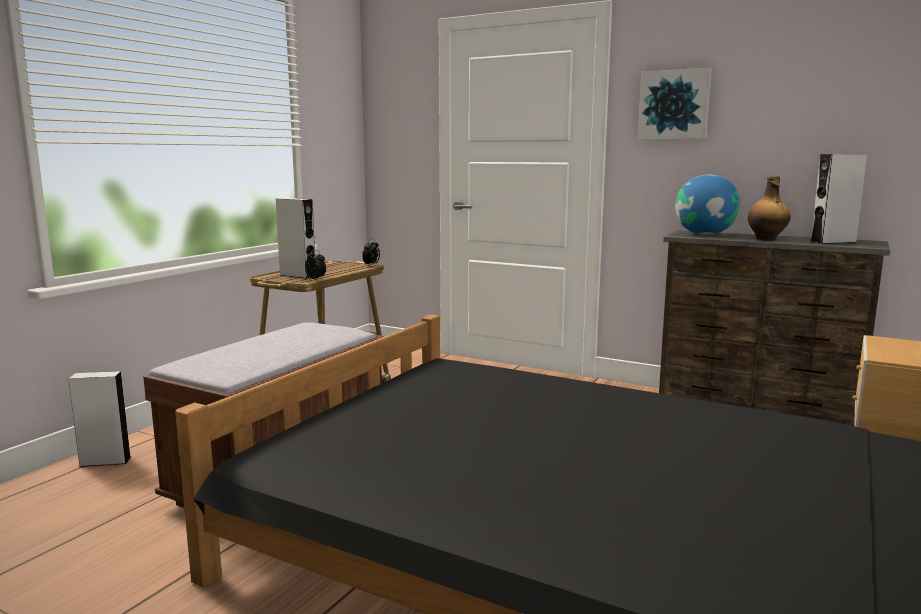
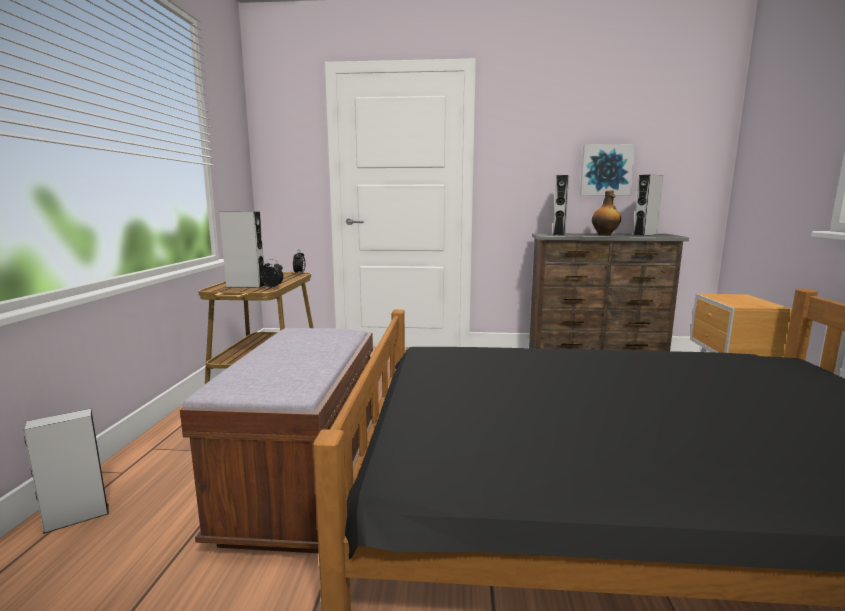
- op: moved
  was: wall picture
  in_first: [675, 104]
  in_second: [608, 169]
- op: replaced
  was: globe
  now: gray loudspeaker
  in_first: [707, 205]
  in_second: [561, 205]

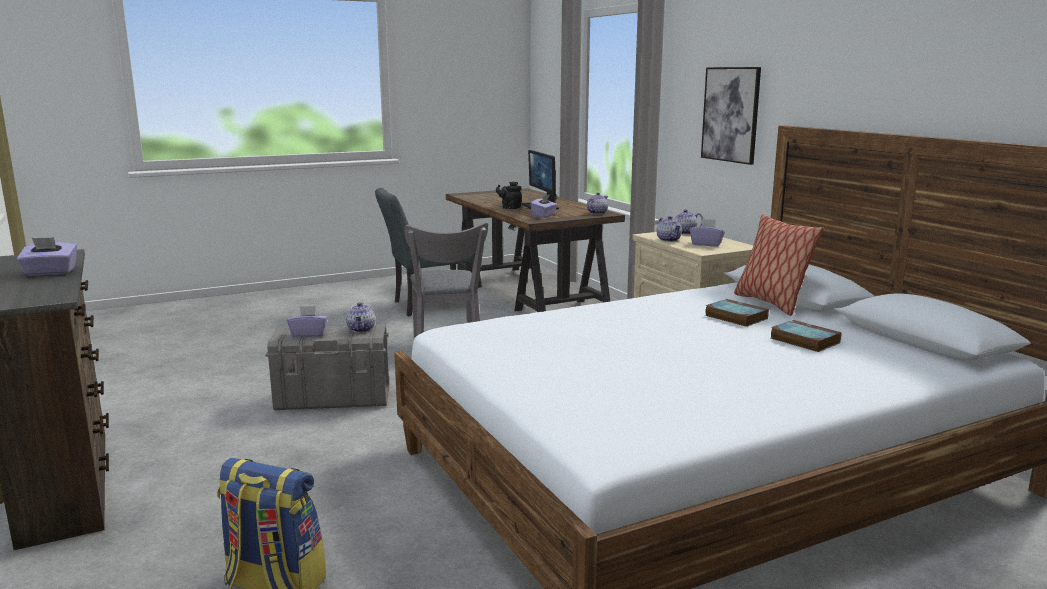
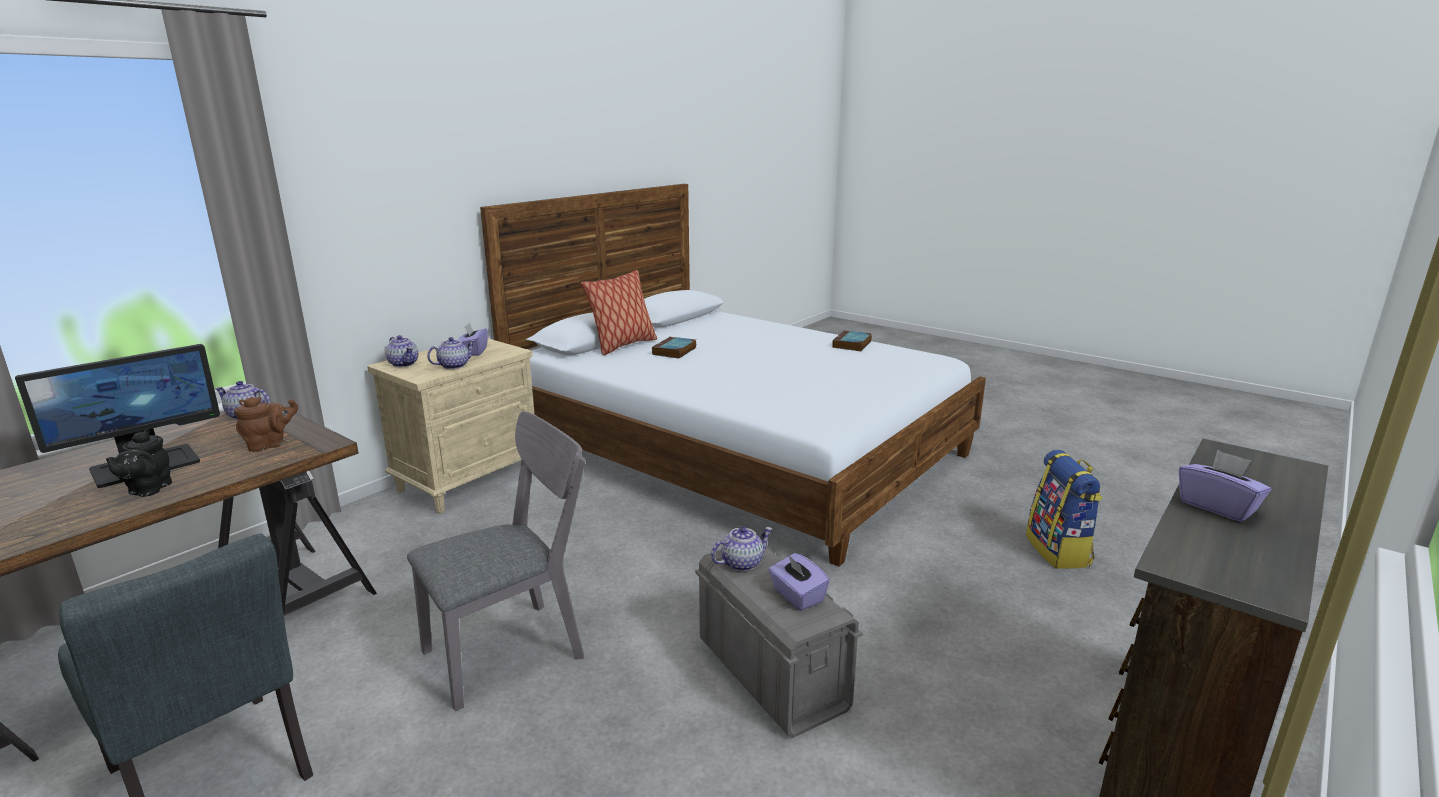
- op: replaced
  was: purple-coloured tissue holder
  now: brown teapot
  in_first: [543, 206]
  in_second: [266, 424]
- op: removed
  was: wall picture
  in_first: [731, 116]
- op: moved
  was: volume
  in_first: [806, 336]
  in_second: [852, 340]

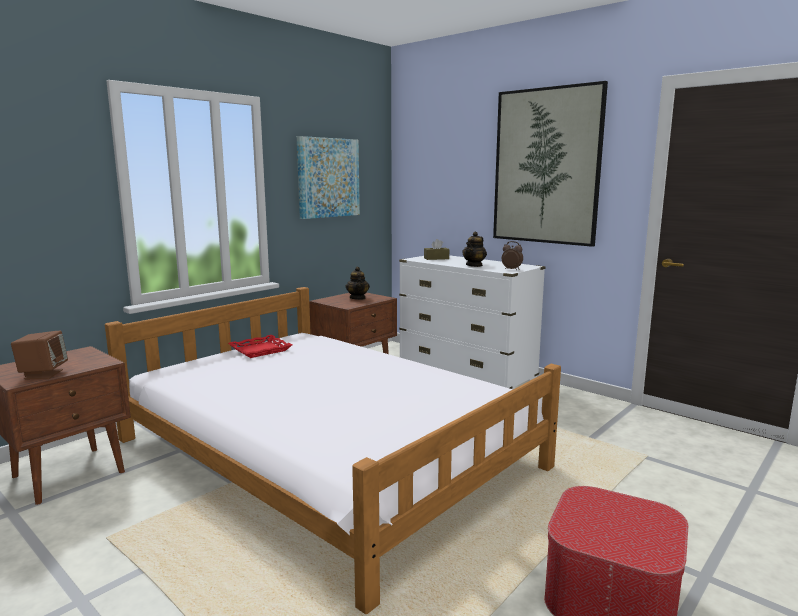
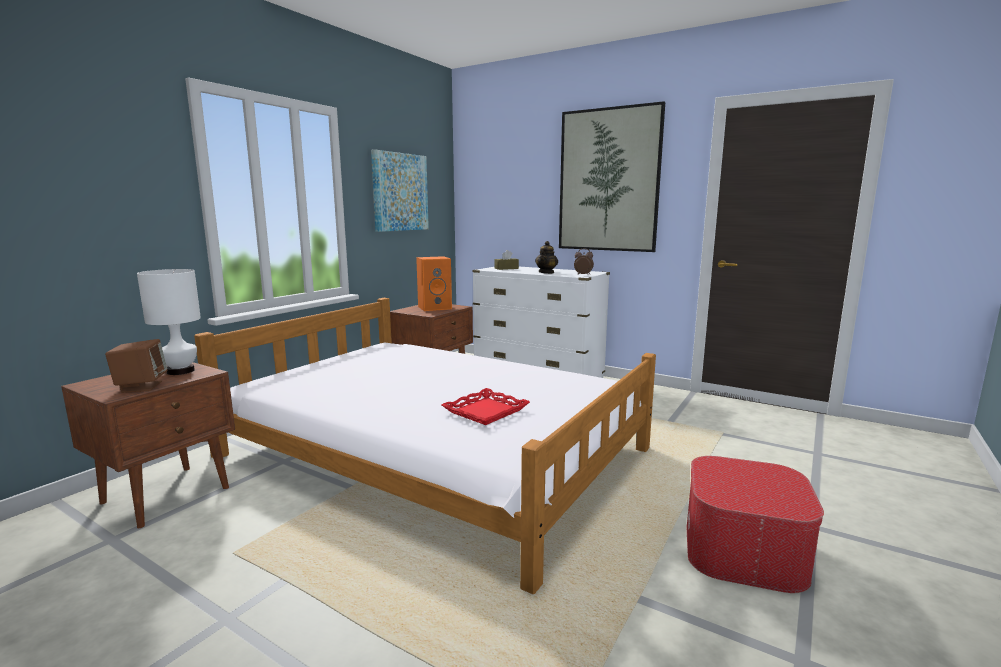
- op: moved
  was: red carrying tray
  in_first: [260, 346]
  in_second: [486, 406]
- op: replaced
  was: teapot
  now: orangey loudspeaker
  in_first: [358, 283]
  in_second: [434, 283]
- op: added
  now: white-coloured table lamp
  in_second: [169, 322]

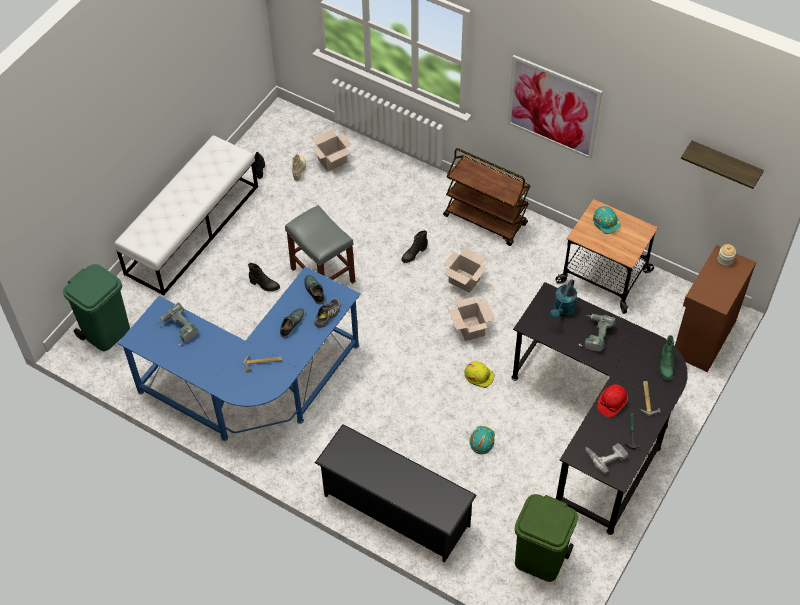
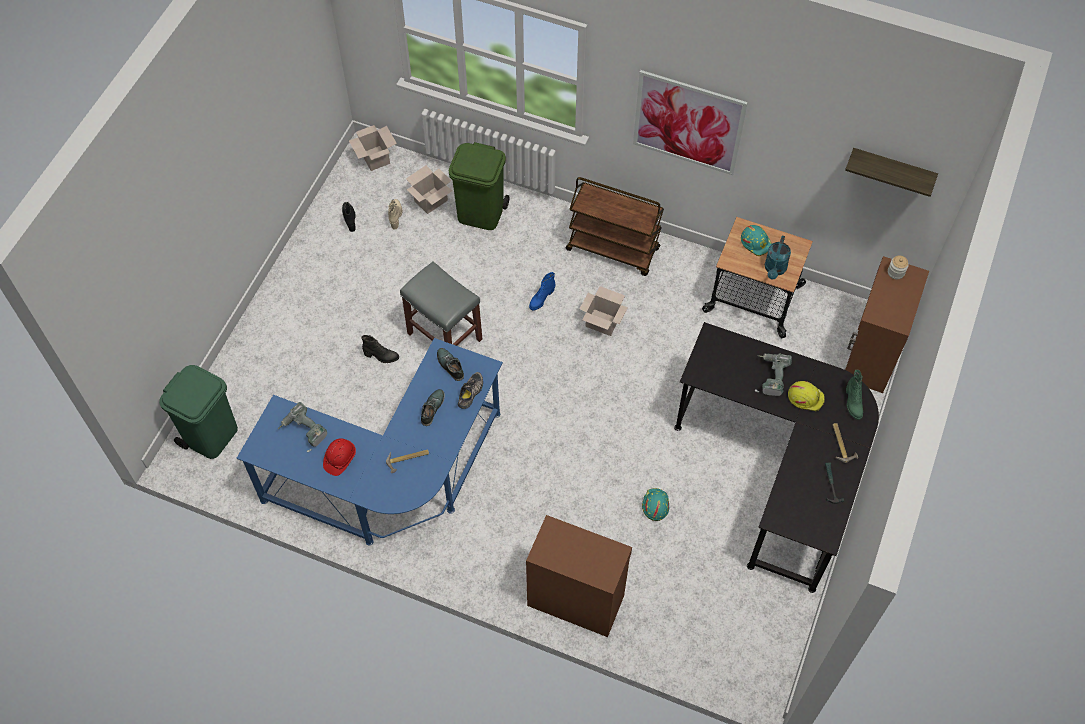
- op: removed
  was: white-coloured long seat
  in_first: [186, 215]
- op: replaced
  was: black-coloured shoe rack
  now: brown cupboard
  in_first: [396, 493]
  in_second: [579, 576]
- op: recoloured
  was: black-coloured tall boot
  now: bluish tall boot
  in_first: [415, 246]
  in_second: [542, 291]
- op: moved
  was: carton
  in_first: [471, 319]
  in_second: [373, 148]
- op: moved
  was: yellowish safety helmet
  in_first: [479, 374]
  in_second: [806, 396]
- op: moved
  was: greenish waste bin
  in_first: [546, 538]
  in_second: [479, 186]
- op: moved
  was: turquoise-coloured watering pot
  in_first: [563, 299]
  in_second: [777, 257]
- op: removed
  was: power drill
  in_first: [606, 459]
- op: moved
  was: red safety helmet
  in_first: [612, 400]
  in_second: [339, 457]

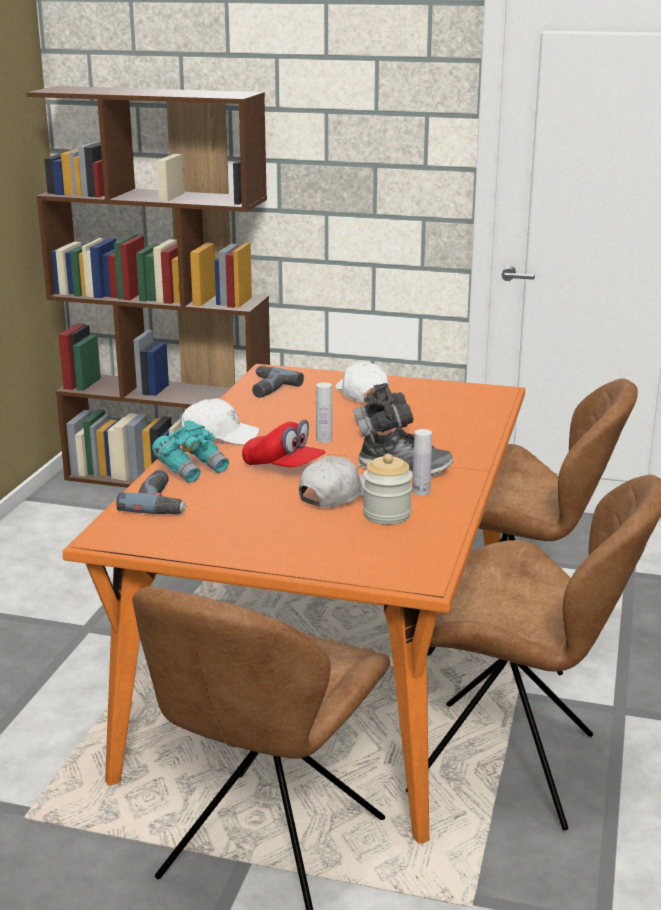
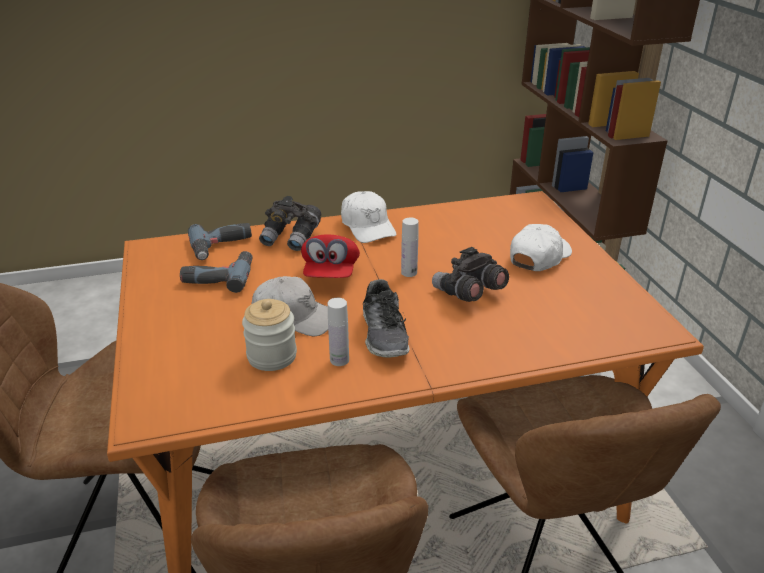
- op: recoloured
  was: turquoise-coloured field glasses
  now: gray field glasses
  in_first: [190, 451]
  in_second: [290, 223]
- op: moved
  was: power drill
  in_first: [278, 382]
  in_second: [216, 272]

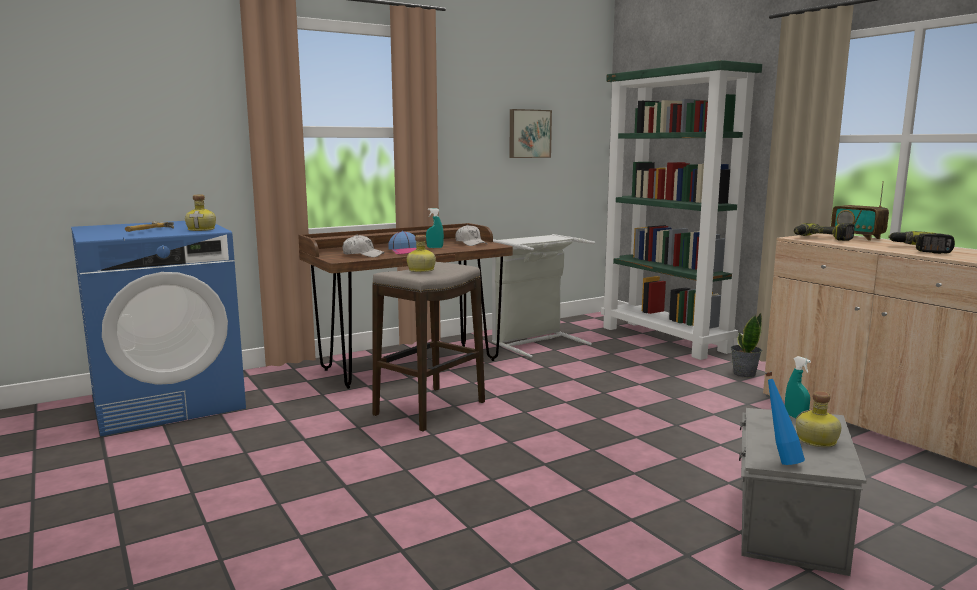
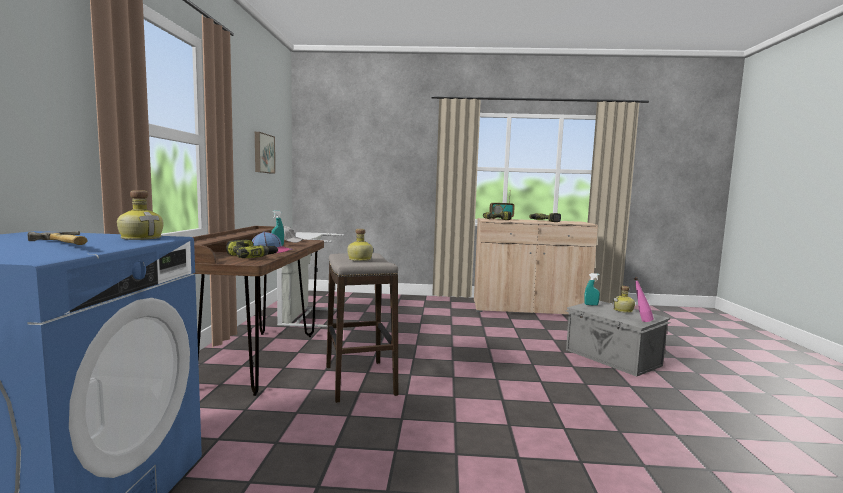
- op: replaced
  was: white-coloured baseball cap
  now: power drill
  in_first: [363, 246]
  in_second: [252, 249]
- op: removed
  was: greenish bookcase
  in_first: [681, 210]
- op: removed
  was: potted plant
  in_first: [746, 345]
- op: recoloured
  was: bluish drink bottle
  now: pink drink bottle
  in_first: [785, 418]
  in_second: [644, 299]

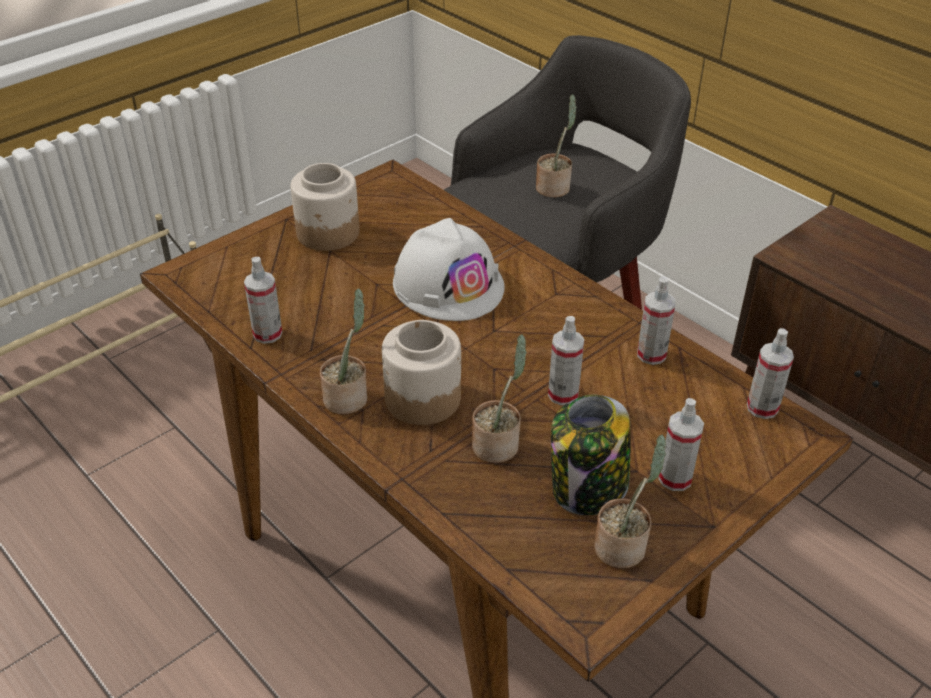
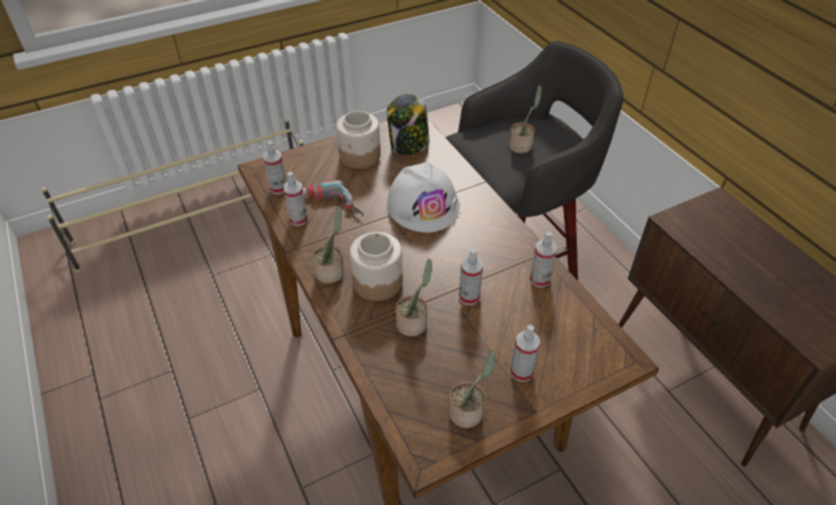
- op: moved
  was: jar
  in_first: [591, 455]
  in_second: [408, 124]
- op: moved
  was: sprayer
  in_first: [770, 373]
  in_second: [274, 167]
- op: added
  now: power drill
  in_second: [333, 198]

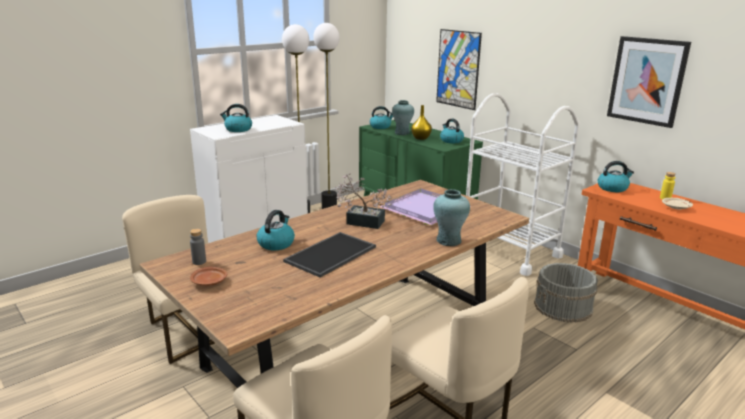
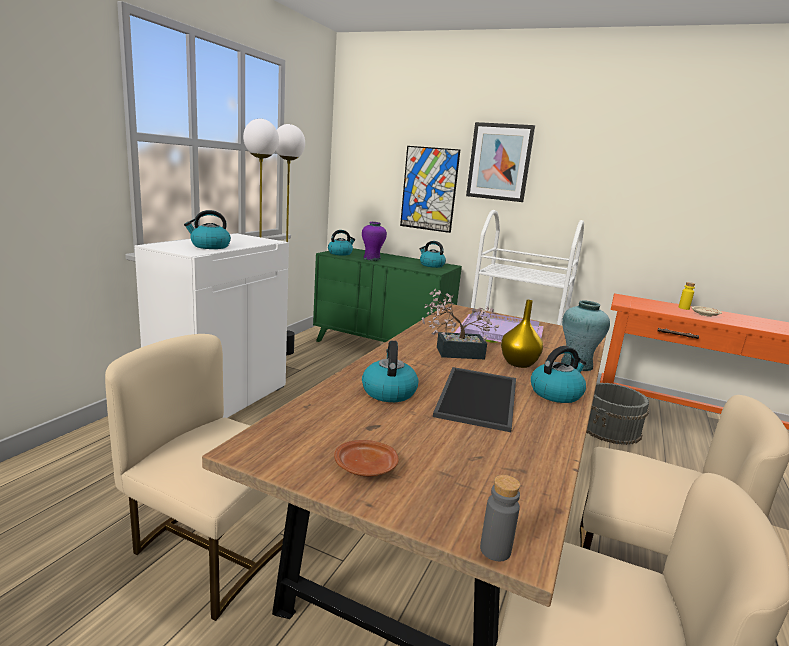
- op: moved
  was: gray drink bottle
  in_first: [198, 247]
  in_second: [500, 518]
- op: recoloured
  was: turquoise-coloured decorative vase
  now: purple-coloured decorative vase
  in_first: [403, 117]
  in_second: [374, 241]
- op: moved
  was: yellowish decorative vase
  in_first: [421, 122]
  in_second: [522, 334]
- op: moved
  was: water kettle
  in_first: [616, 176]
  in_second: [558, 374]
- op: moved
  was: wall picture
  in_first: [649, 82]
  in_second: [500, 162]

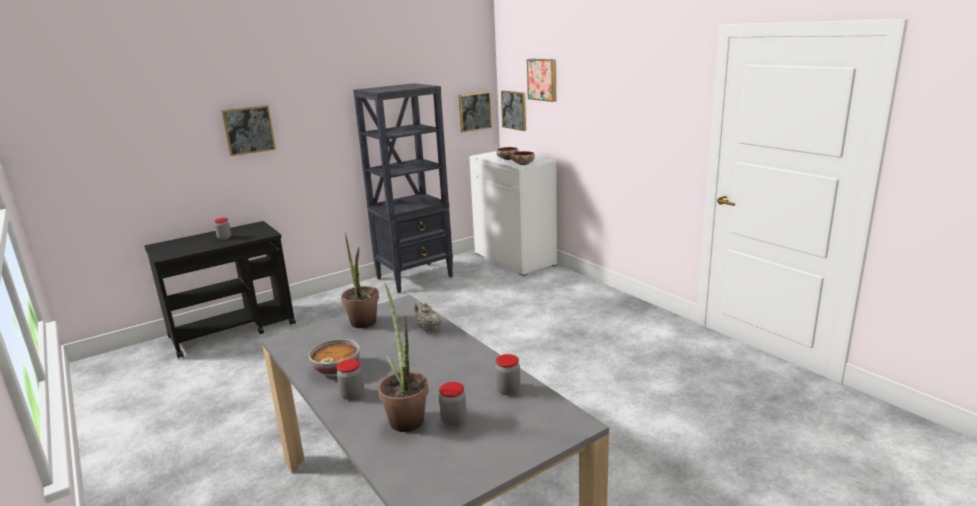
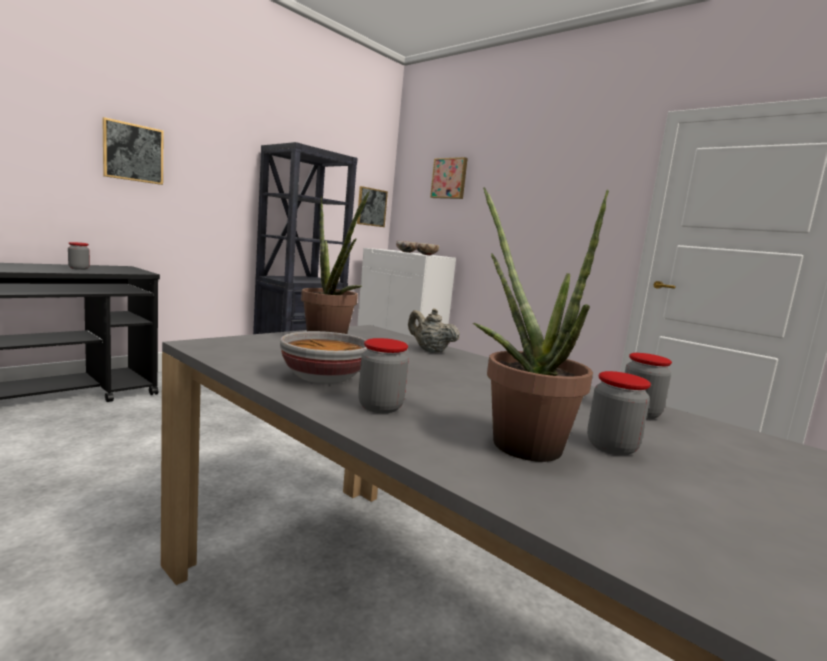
- op: removed
  was: wall picture
  in_first: [513, 111]

